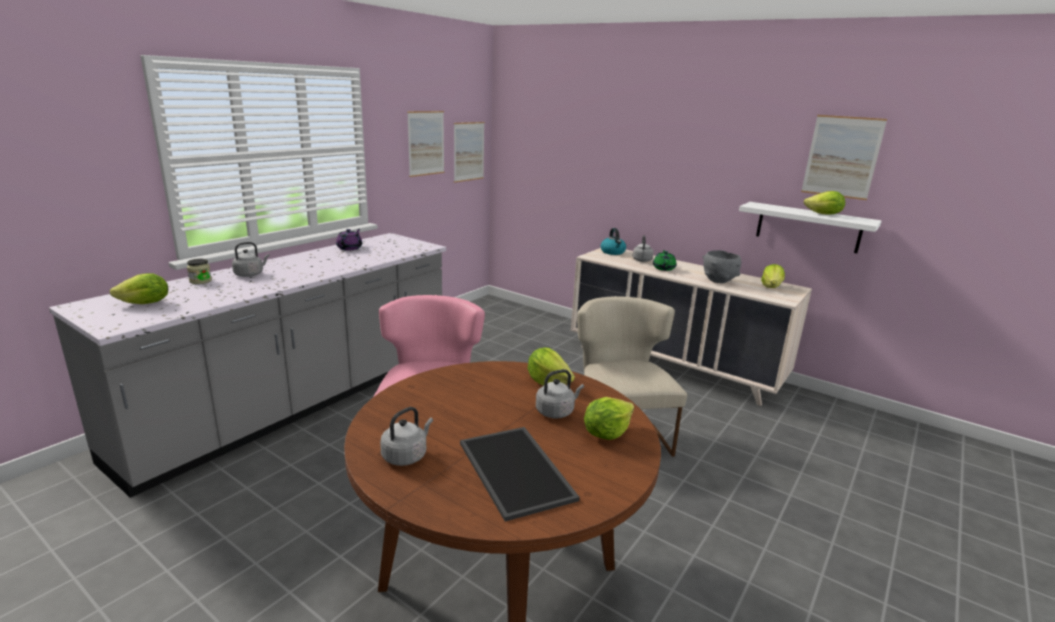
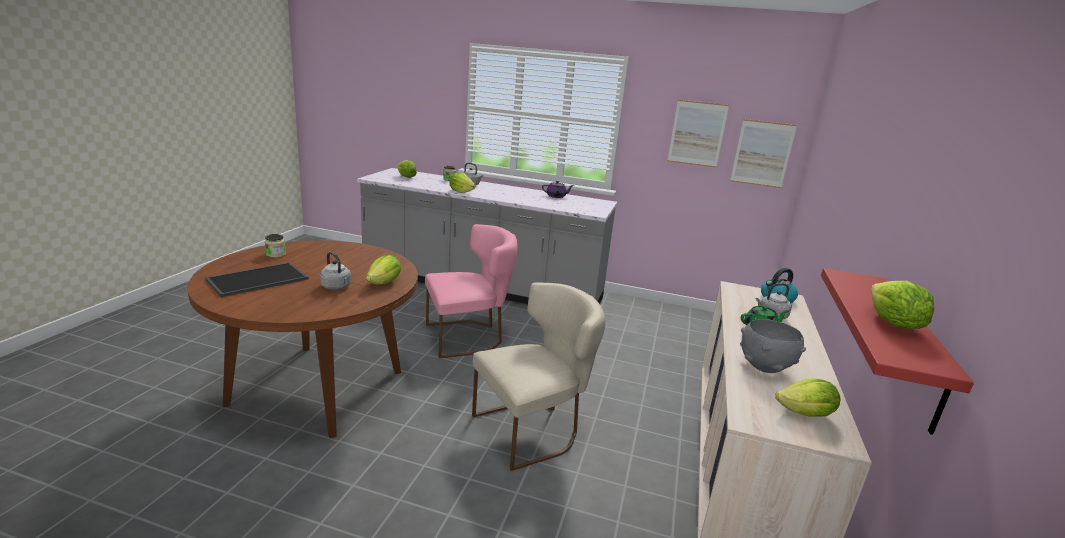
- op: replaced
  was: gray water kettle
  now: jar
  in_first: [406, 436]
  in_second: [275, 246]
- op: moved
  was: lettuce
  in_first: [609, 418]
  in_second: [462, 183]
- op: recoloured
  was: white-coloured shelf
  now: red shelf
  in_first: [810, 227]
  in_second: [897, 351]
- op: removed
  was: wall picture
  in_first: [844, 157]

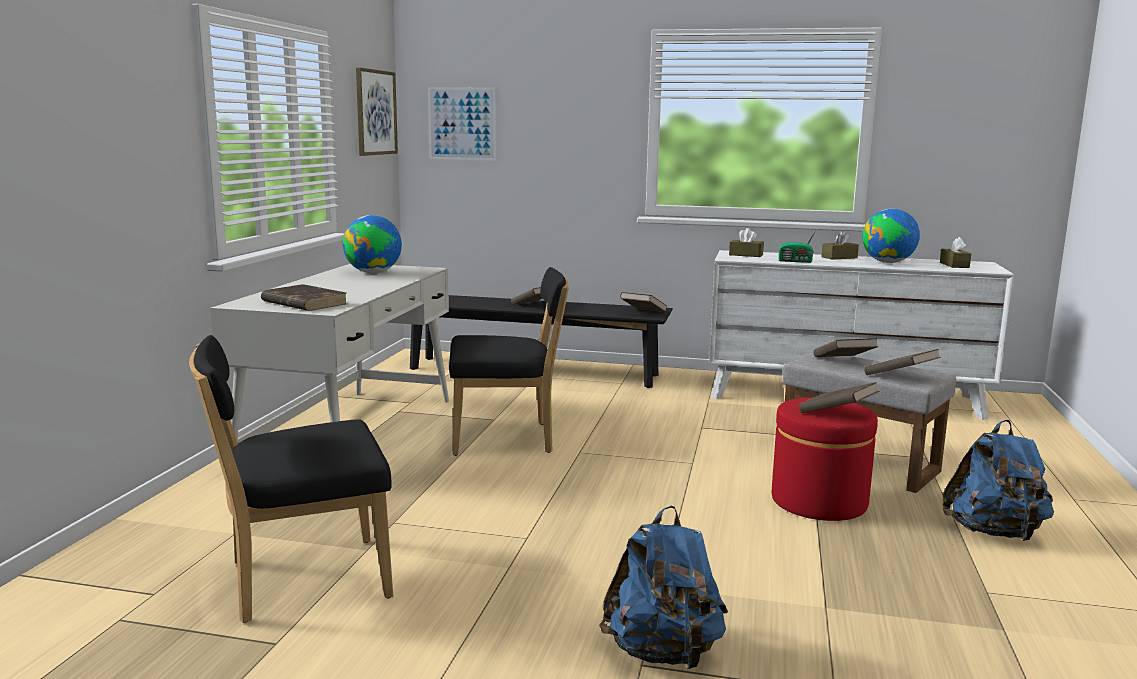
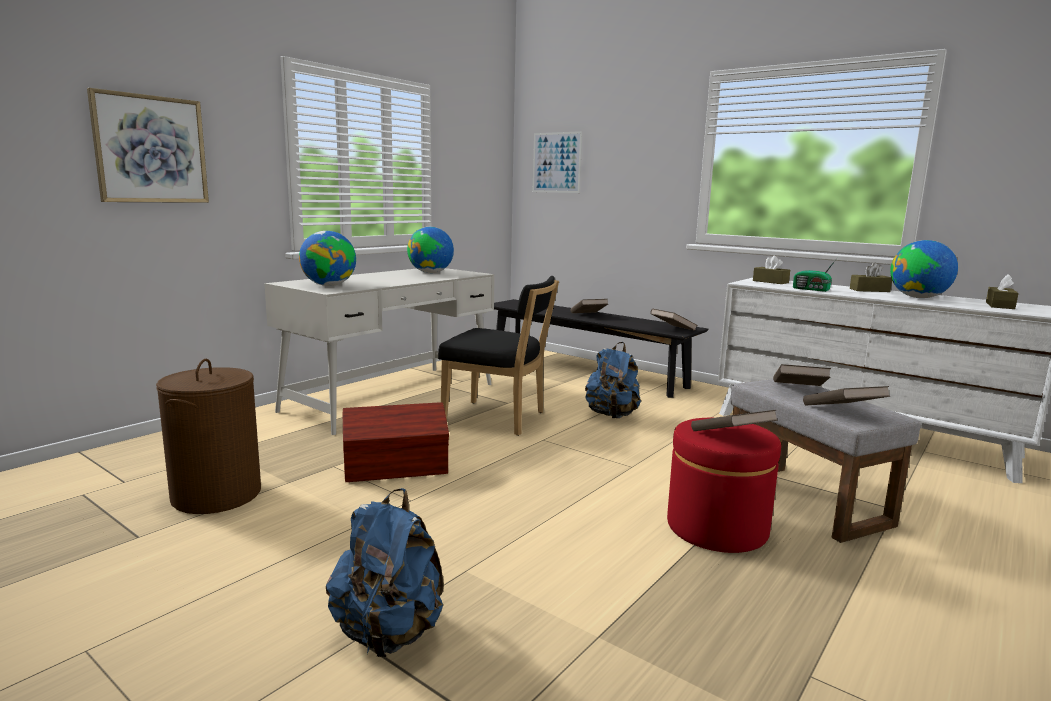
- op: replaced
  was: black-coloured plain chair
  now: brown washing basket
  in_first: [291, 479]
  in_second: [208, 436]
- op: replaced
  was: brown volume
  now: globe
  in_first: [304, 297]
  in_second: [327, 258]
- op: moved
  was: wall picture
  in_first: [377, 111]
  in_second: [148, 145]
- op: moved
  was: bluish knapsack
  in_first: [998, 480]
  in_second: [613, 380]
- op: added
  now: brown storage container
  in_second: [396, 442]

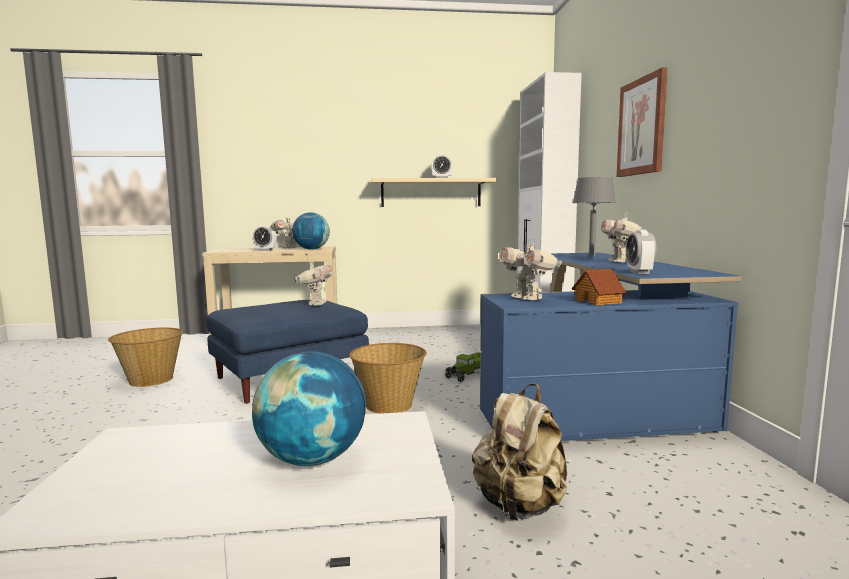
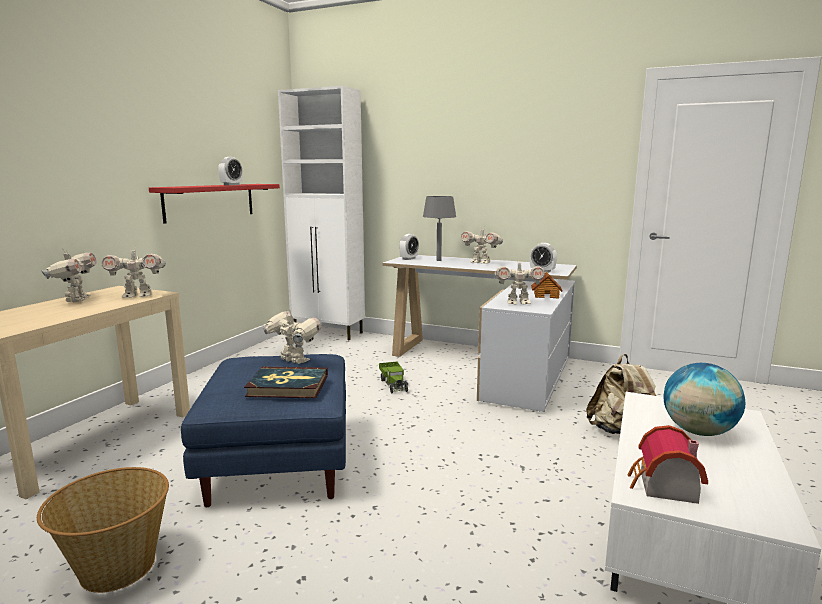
- op: moved
  was: alarm clock
  in_first: [264, 238]
  in_second: [409, 247]
- op: replaced
  was: globe
  now: model robot
  in_first: [311, 231]
  in_second: [134, 271]
- op: removed
  was: basket
  in_first: [388, 378]
- op: recoloured
  was: sand-coloured shelf
  now: red shelf
  in_first: [433, 192]
  in_second: [214, 204]
- op: recoloured
  was: bluish desk unit
  now: white-coloured desk unit
  in_first: [611, 347]
  in_second: [480, 333]
- op: removed
  was: wall picture
  in_first: [642, 122]
- op: added
  now: volume
  in_second: [286, 382]
- op: added
  now: model house
  in_second: [667, 464]

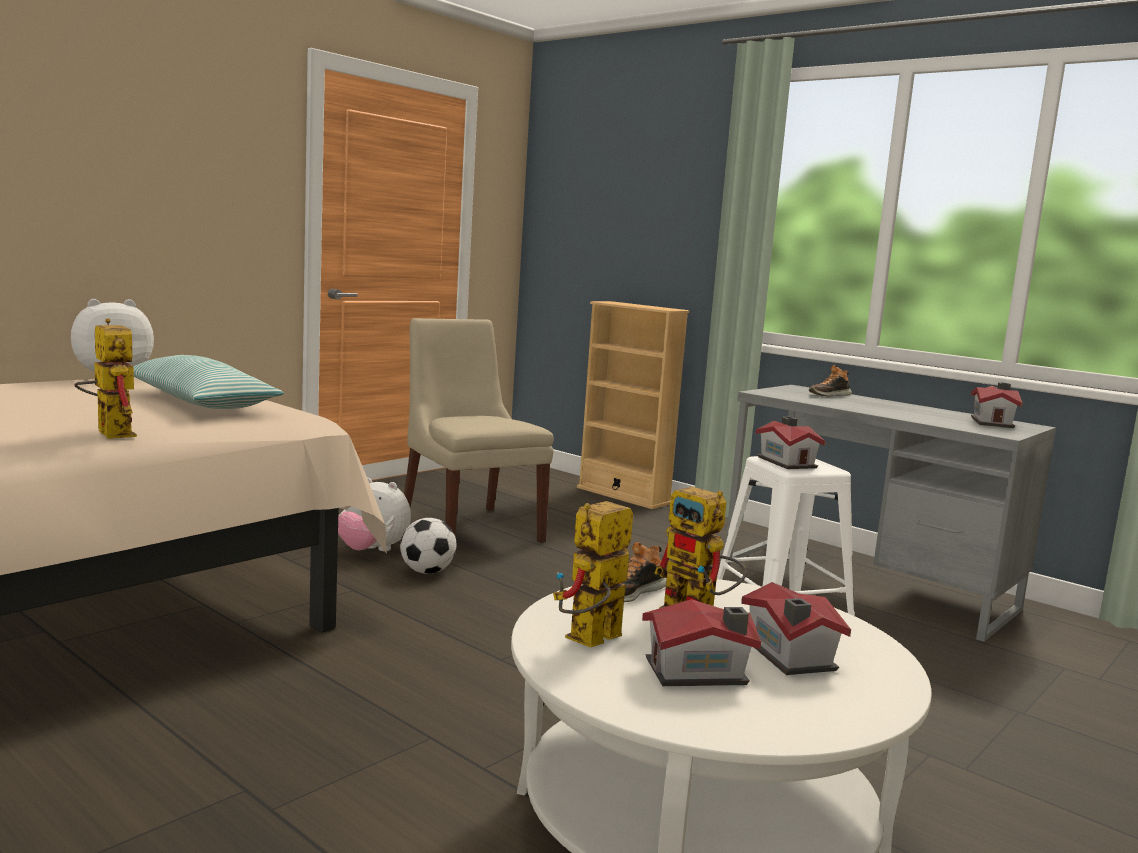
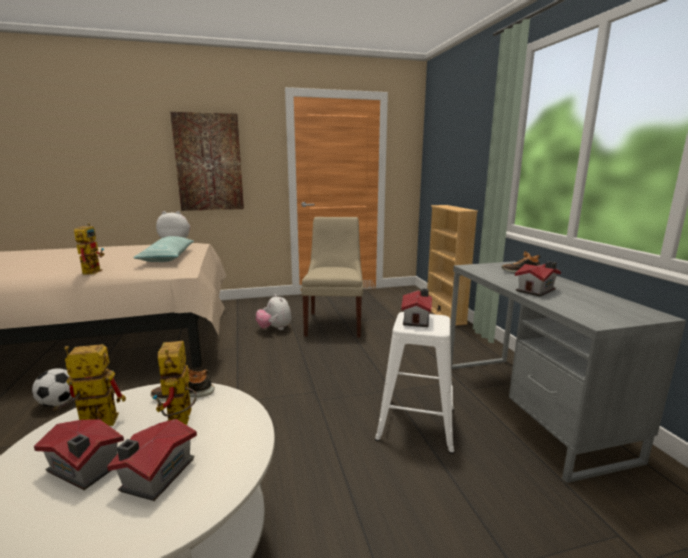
- op: moved
  was: football
  in_first: [428, 546]
  in_second: [52, 387]
- op: moved
  was: model house
  in_first: [997, 405]
  in_second: [538, 279]
- op: added
  now: wall picture
  in_second: [207, 161]

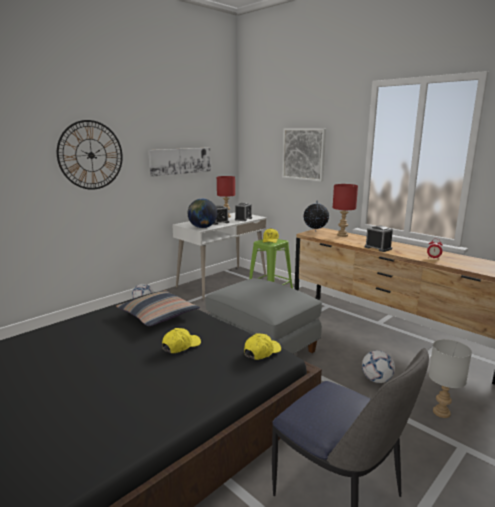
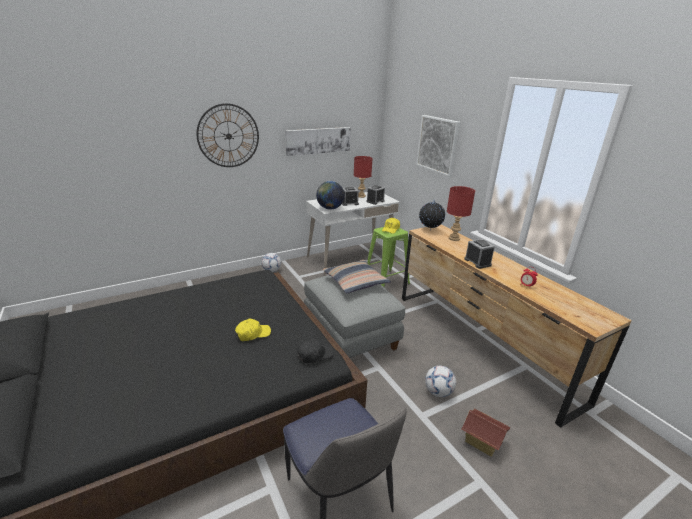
- op: moved
  was: throw pillow
  in_first: [158, 308]
  in_second: [357, 276]
- op: recoloured
  was: yellowish baseball cap
  now: black-coloured baseball cap
  in_first: [262, 347]
  in_second: [315, 350]
- op: replaced
  was: gray table lamp
  now: model house
  in_first: [450, 378]
  in_second: [485, 432]

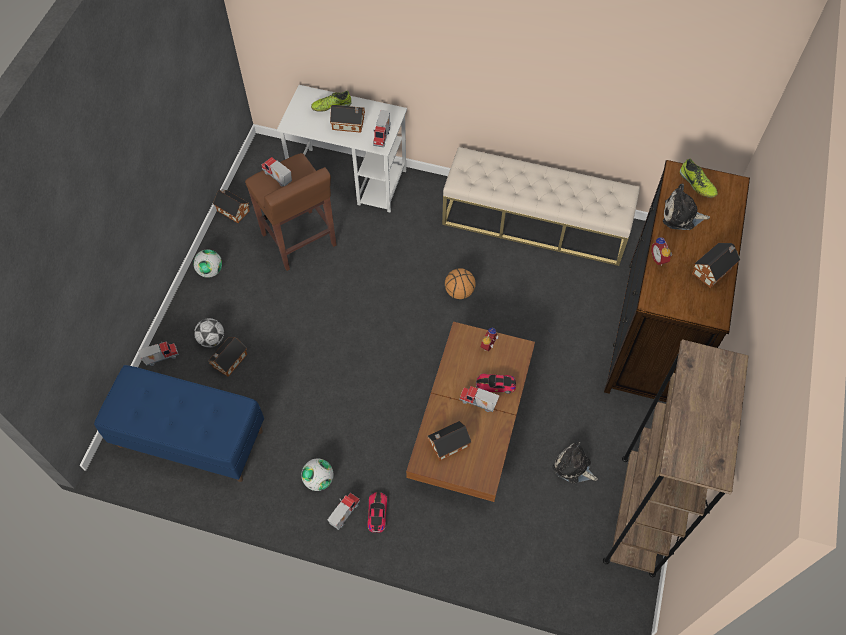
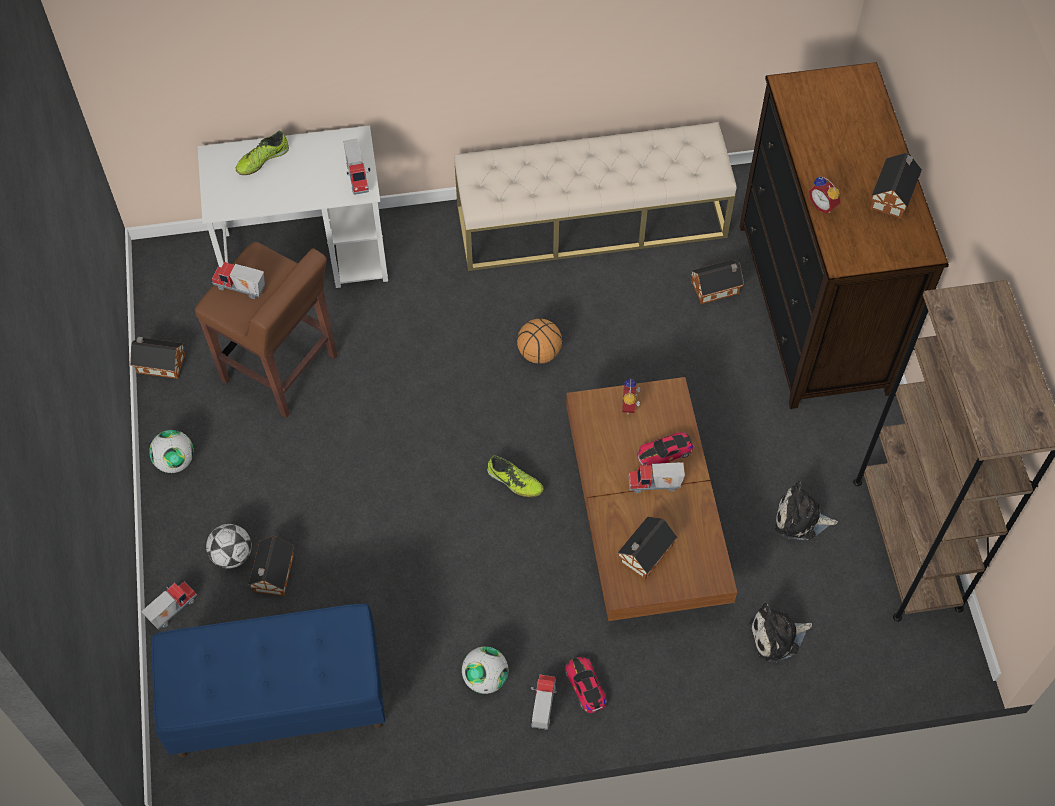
- op: moved
  was: model house
  in_first: [347, 119]
  in_second: [717, 282]
- op: moved
  was: cuddly toy
  in_first: [686, 206]
  in_second: [780, 633]
- op: moved
  was: shoe
  in_first: [699, 178]
  in_second: [515, 476]

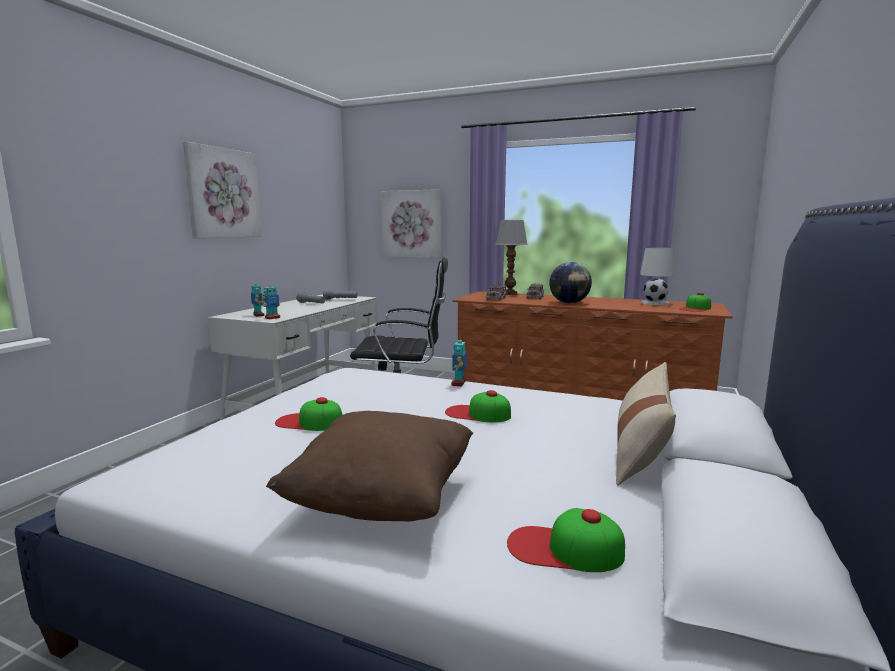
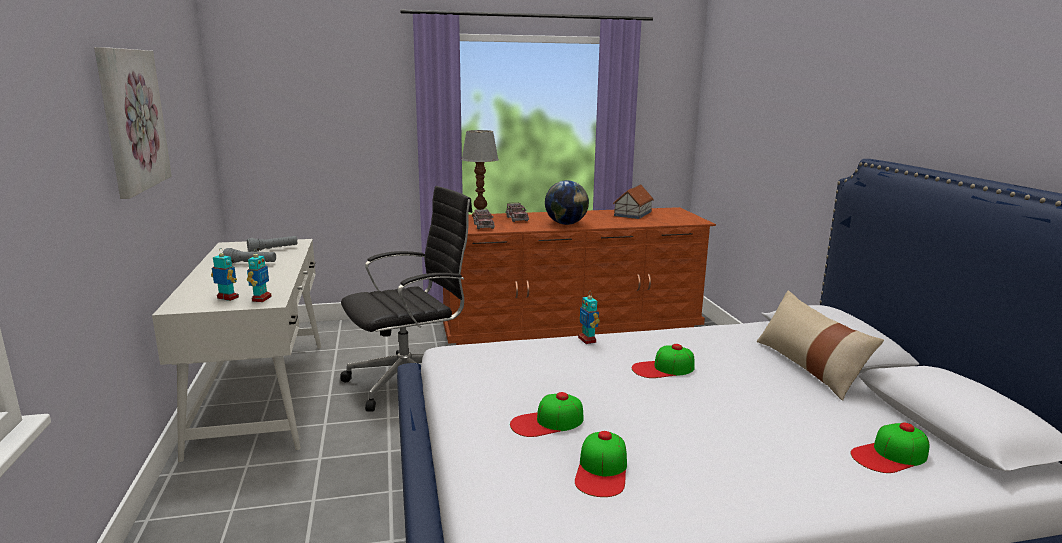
- op: removed
  was: brown throw pillow
  in_first: [369, 466]
- op: removed
  was: wall picture
  in_first: [411, 223]
- op: replaced
  was: white-coloured table lamp
  now: model house
  in_first: [657, 276]
  in_second: [633, 201]
- op: moved
  was: baseball cap
  in_first: [695, 302]
  in_second: [601, 464]

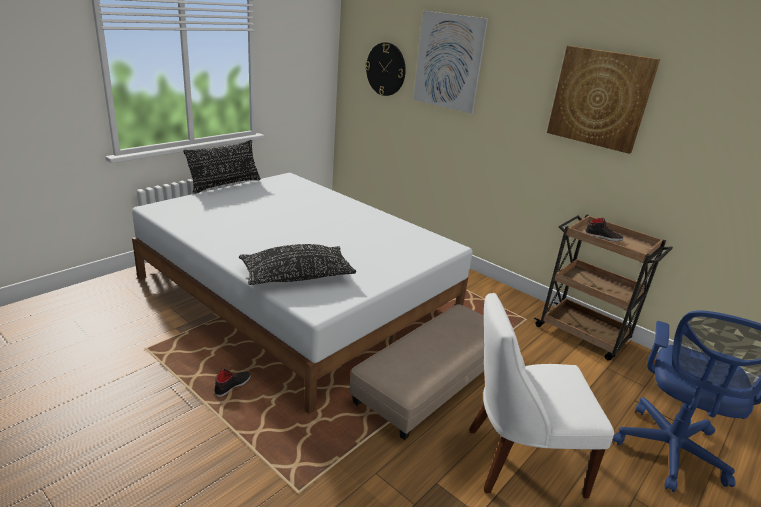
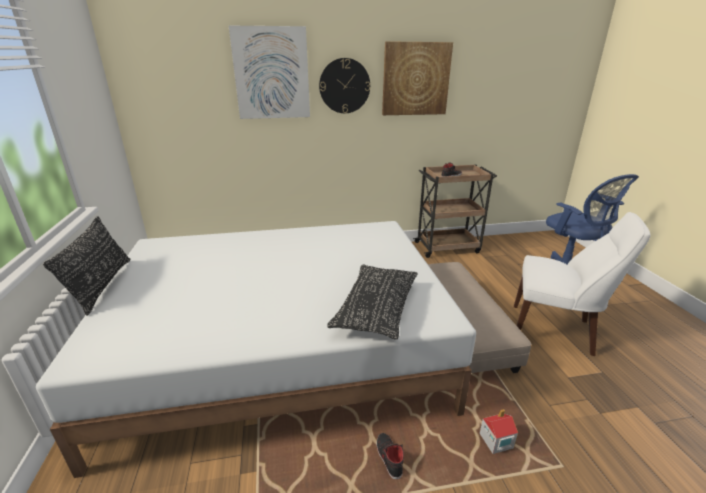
- op: moved
  was: clock on the wall
  in_first: [385, 69]
  in_second: [344, 85]
- op: turned
  was: white-coloured plain chair
  in_first: [541, 395]
  in_second: [582, 284]
  clockwise: -105
- op: added
  now: model house
  in_second: [499, 431]

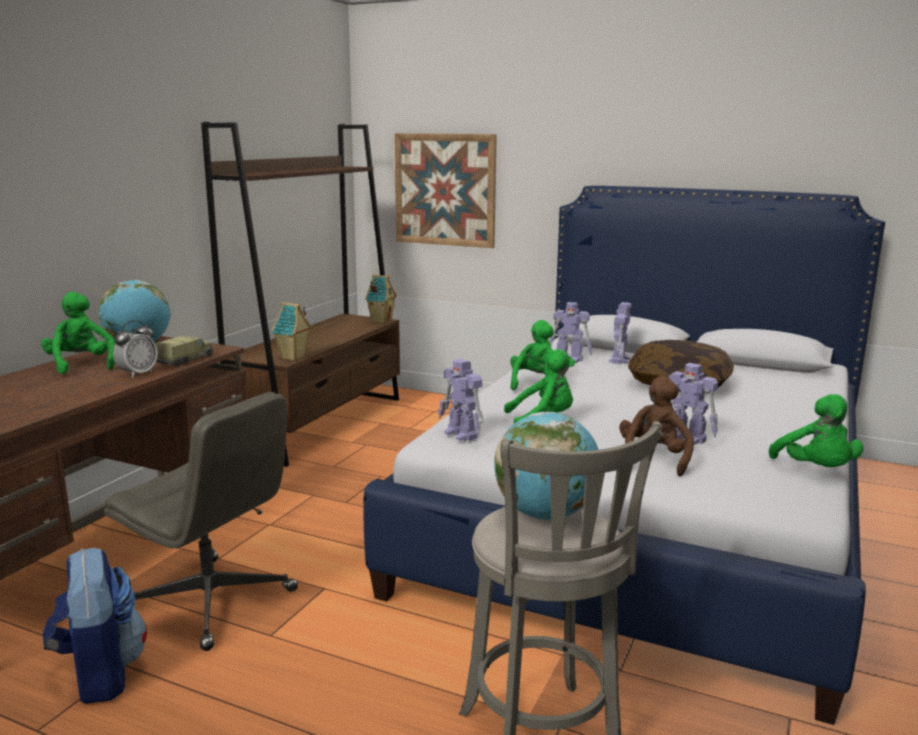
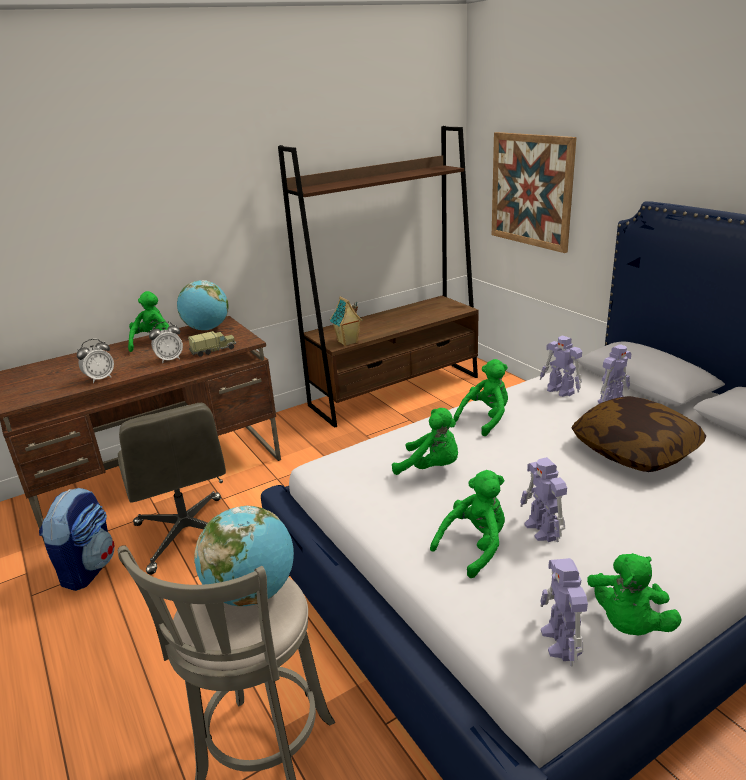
- op: removed
  was: model house
  in_first: [381, 299]
- op: moved
  was: model robot
  in_first: [460, 399]
  in_second: [564, 612]
- op: recoloured
  was: brown cuddly toy
  now: greenish cuddly toy
  in_first: [656, 426]
  in_second: [467, 524]
- op: added
  now: alarm clock
  in_second: [95, 361]

